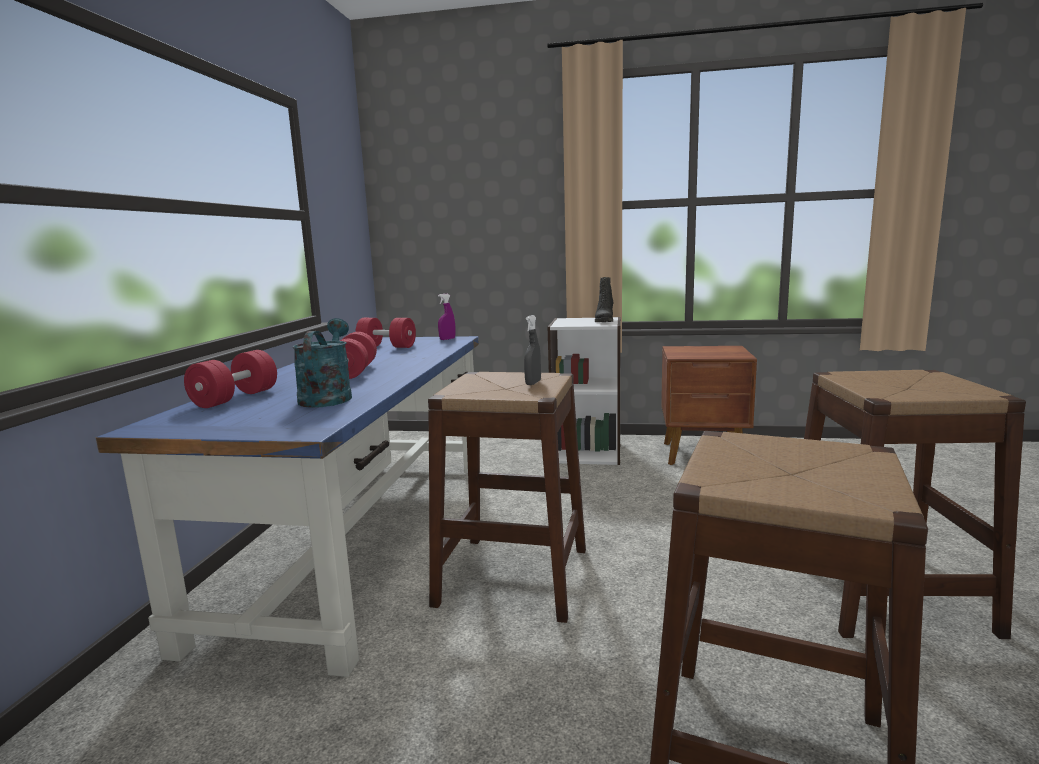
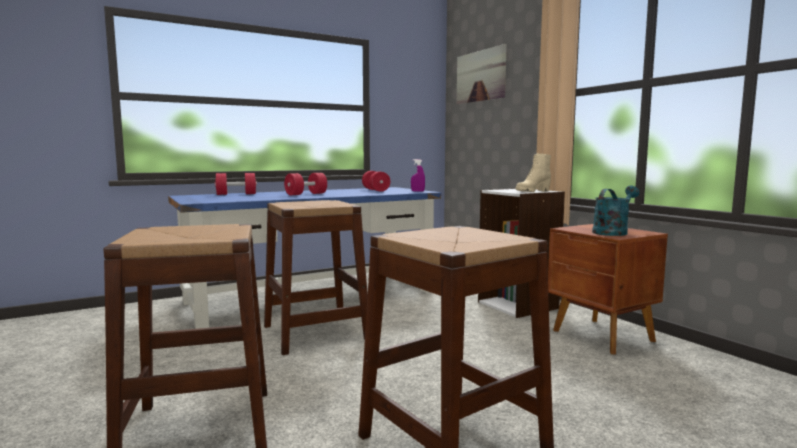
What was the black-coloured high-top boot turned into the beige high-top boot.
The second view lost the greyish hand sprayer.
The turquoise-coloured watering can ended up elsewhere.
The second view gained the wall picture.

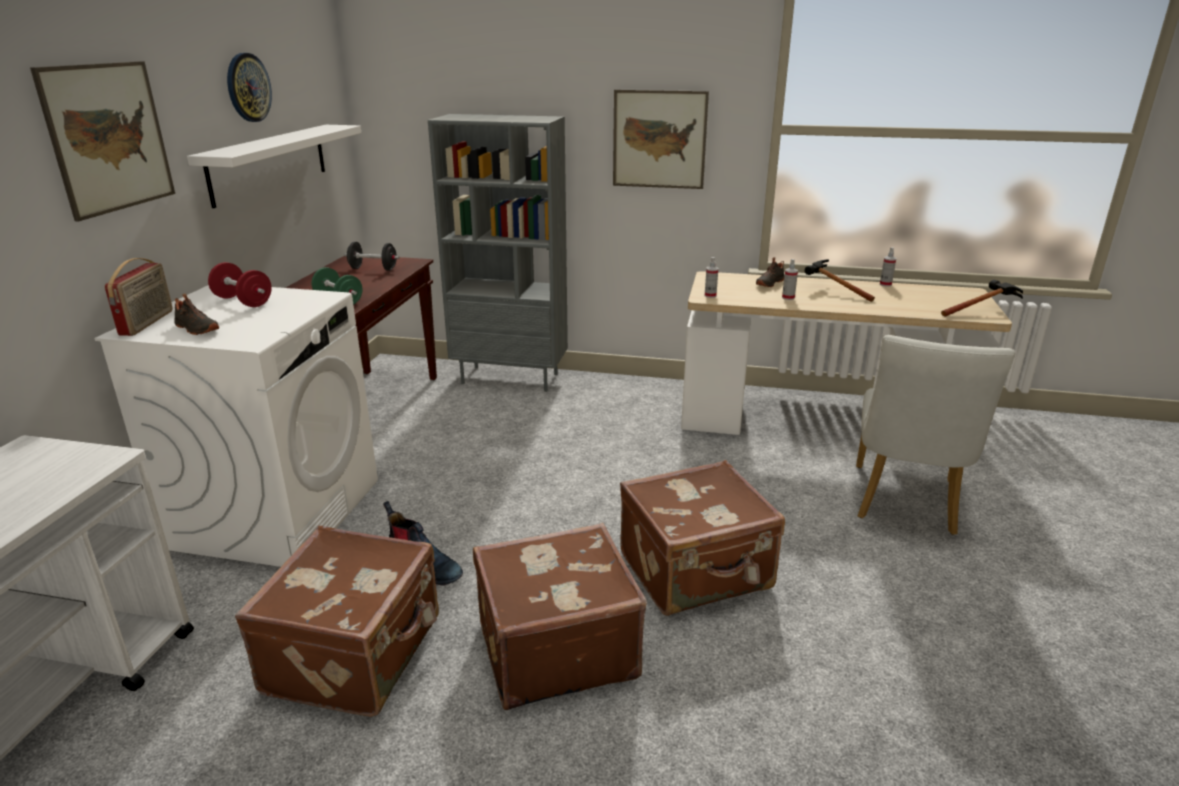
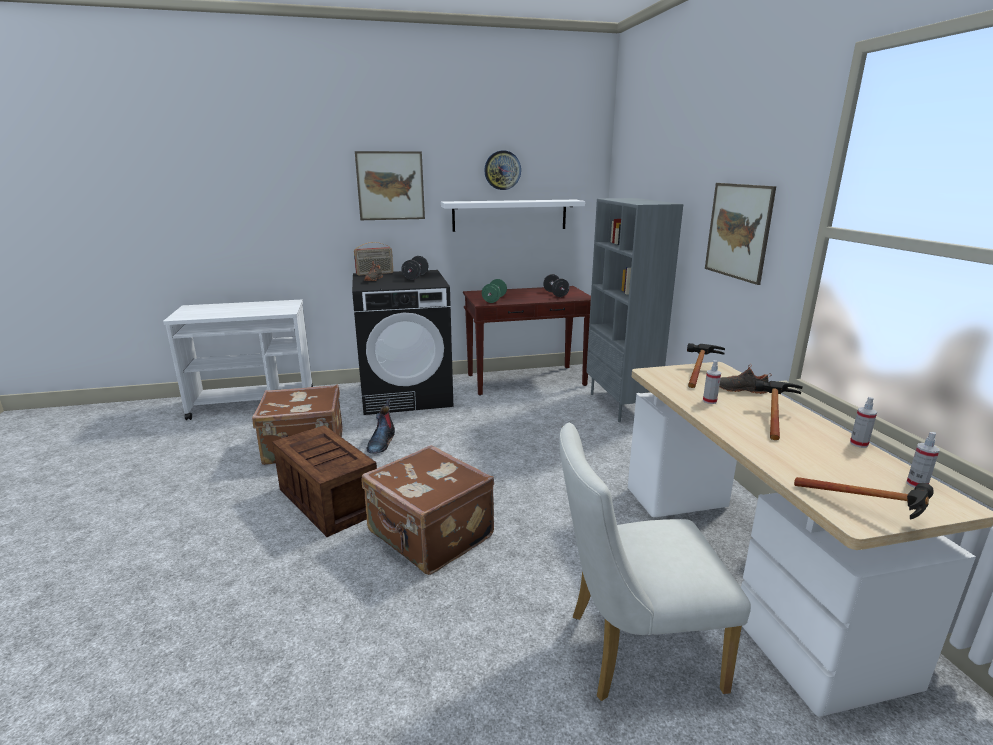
The hand sprayer (1st from left in the first image) ended up elsewhere.
What was the red free weight turned into the black-coloured free weight (1st from left).
What was the whitish washing machine turned into the black-coloured washing machine.
Where the brownish piece of luggage (2nd from left) stood, the shipping crate came to stand.
The second view gained the hand hammer (1st from left).

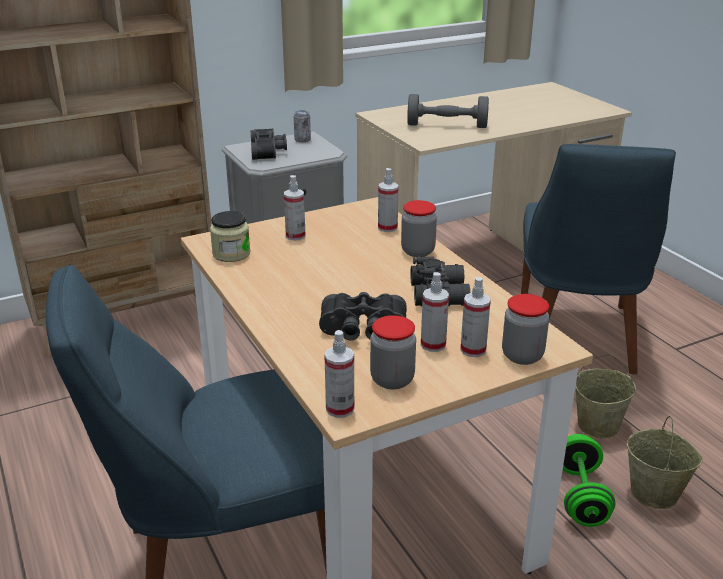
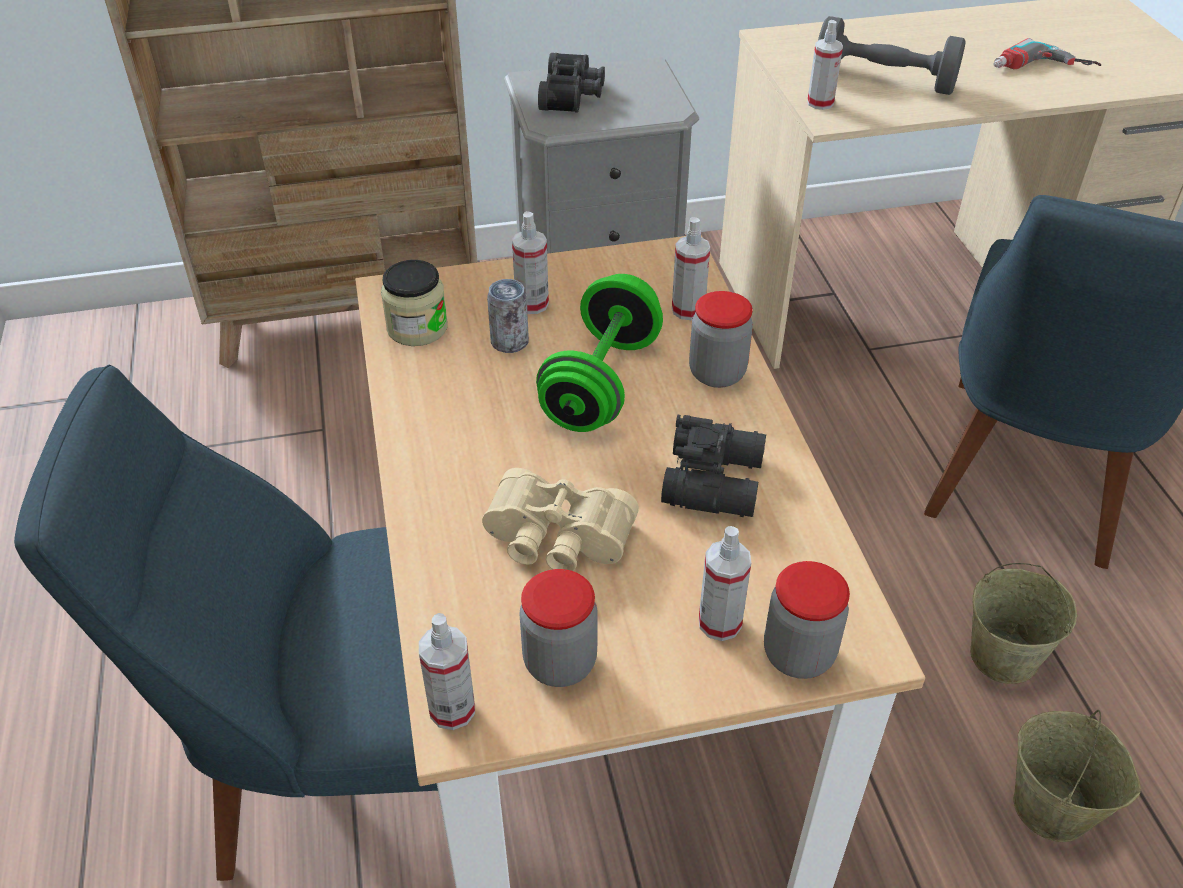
The can ended up elsewhere.
The hand sprayer (4th from left in the first image) ended up elsewhere.
What was the black-coloured binoculars (2nd from left) turned into the beige binoculars.
The greenish free weight ended up elsewhere.
The second view gained the electric drill.

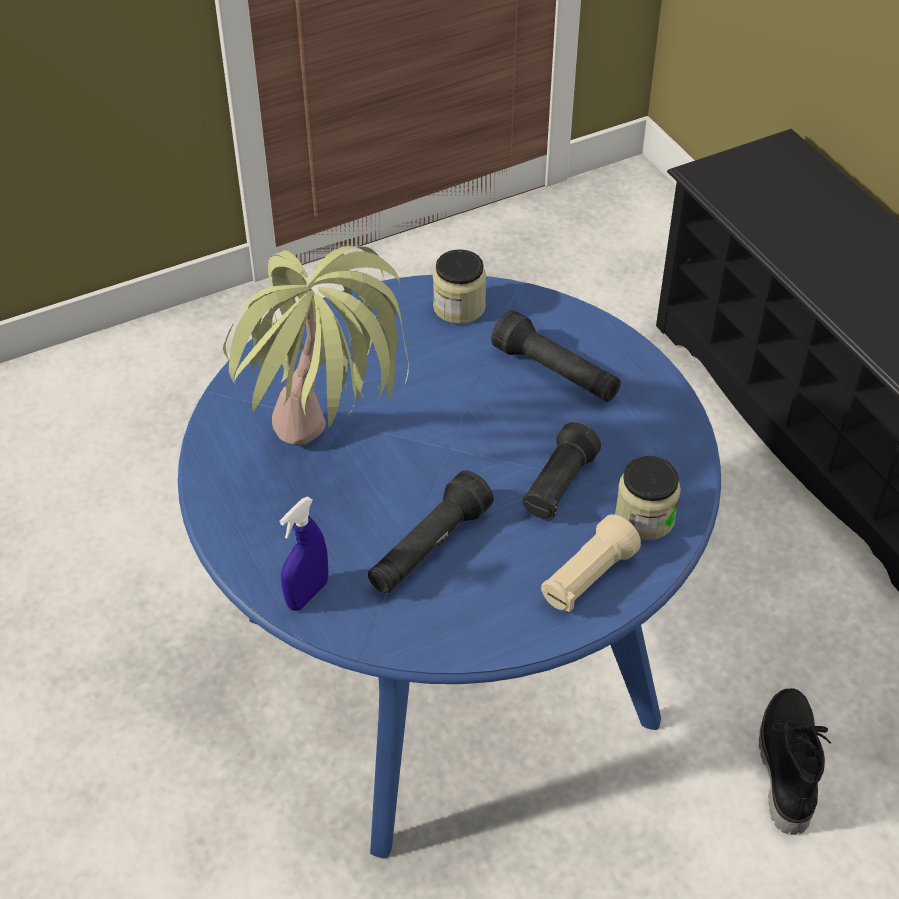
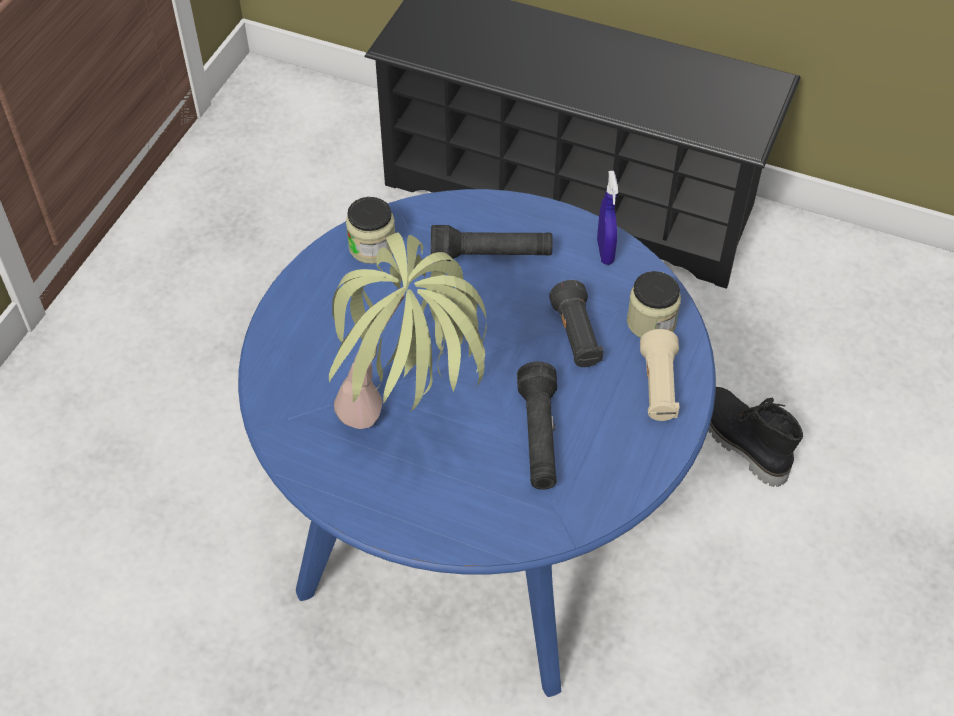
The blue-coloured hand sprayer ended up elsewhere.

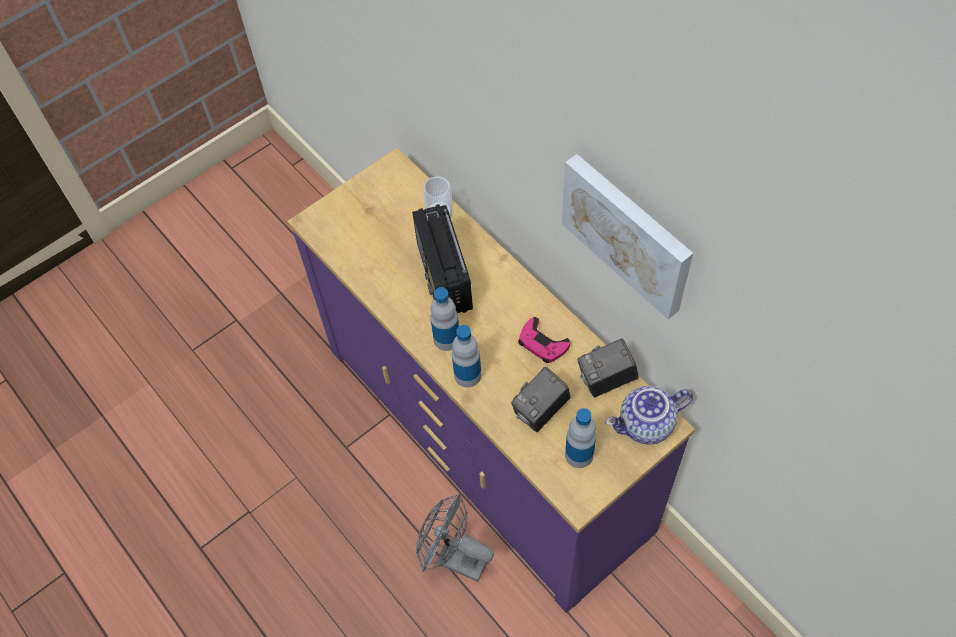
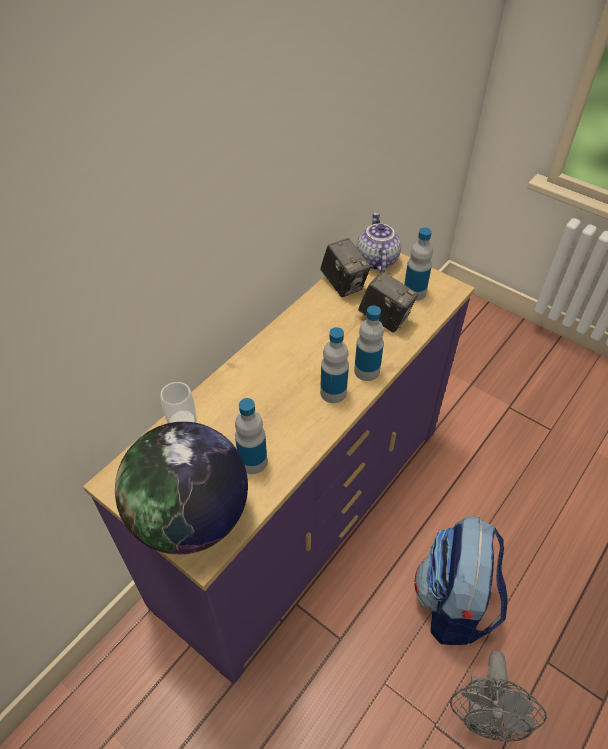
The second view lost the wall picture.
The second view lost the radio.
The second view lost the pinkish game controller.
The teapot ended up facing another way, 150 degrees counterclockwise from before.
The greyish cooling fan ended up elsewhere.
The second view gained the beverage bottle (1st from left).
The second view gained the globe.
The second view gained the rucksack.

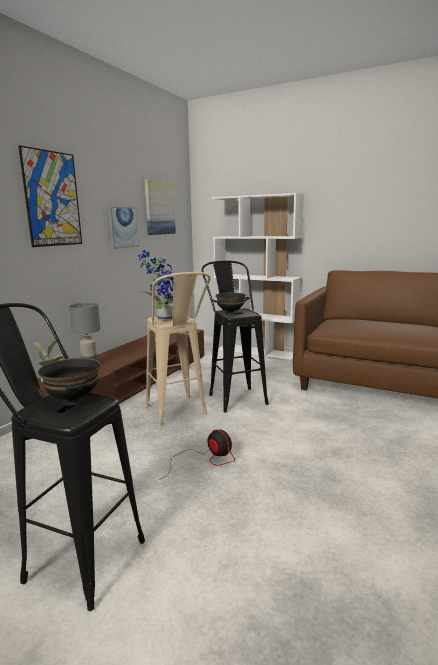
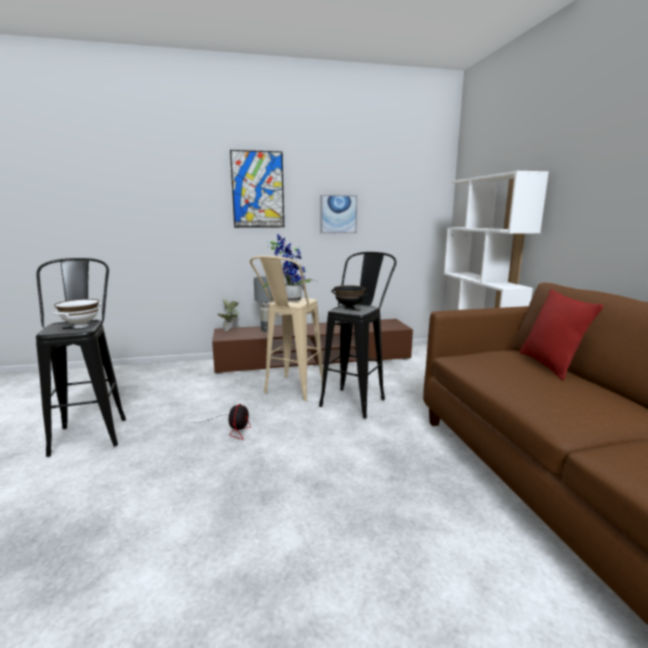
The second view lost the wall picture (3rd from left).
What was the black-coloured serving bowl (1st from left) turned into the whitish serving bowl.
The second view gained the red cushion.

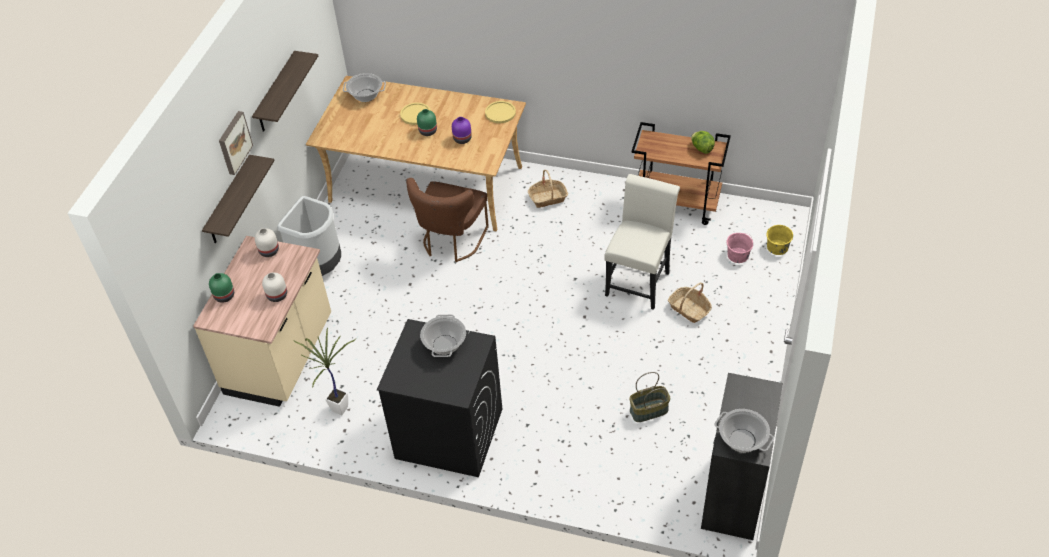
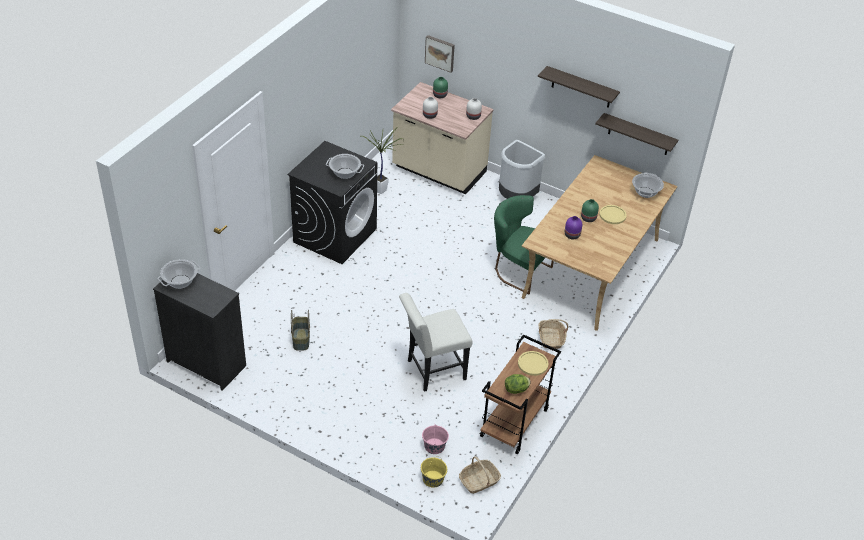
The yellow-coloured plate (2nd from left in the first image) ended up elsewhere.
The wall picture ended up elsewhere.
The shelf (1st from left in the first image) ended up elsewhere.
The whitish plain chair ended up facing another way, 120 degrees clockwise from before.
What was the brownish plain chair turned into the greenish plain chair.
The household basket (3rd from left in the first image) ended up elsewhere.

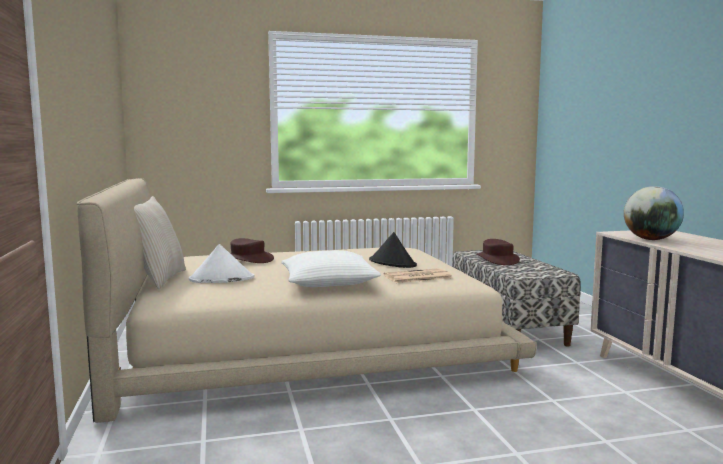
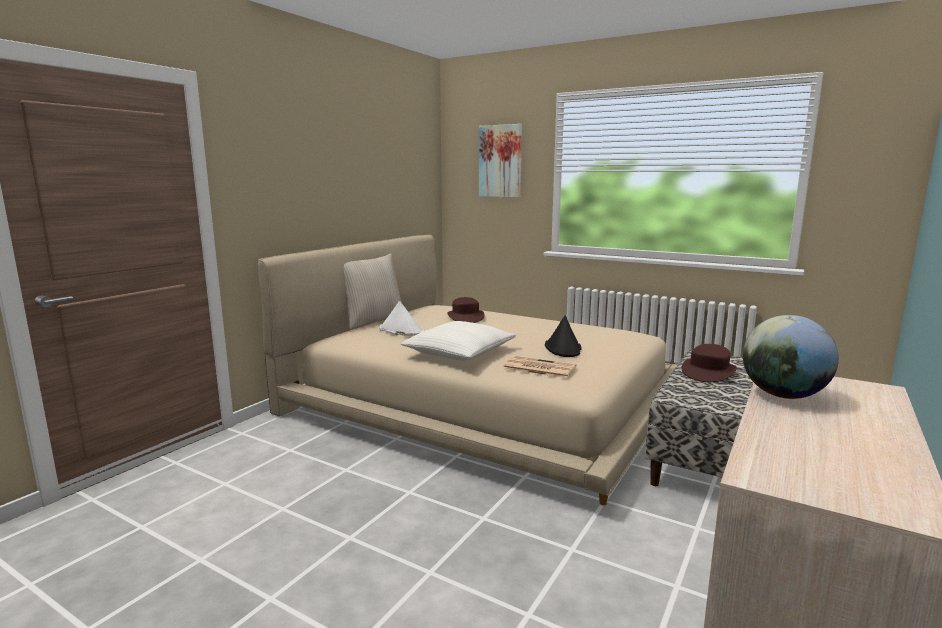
The second view gained the wall picture.

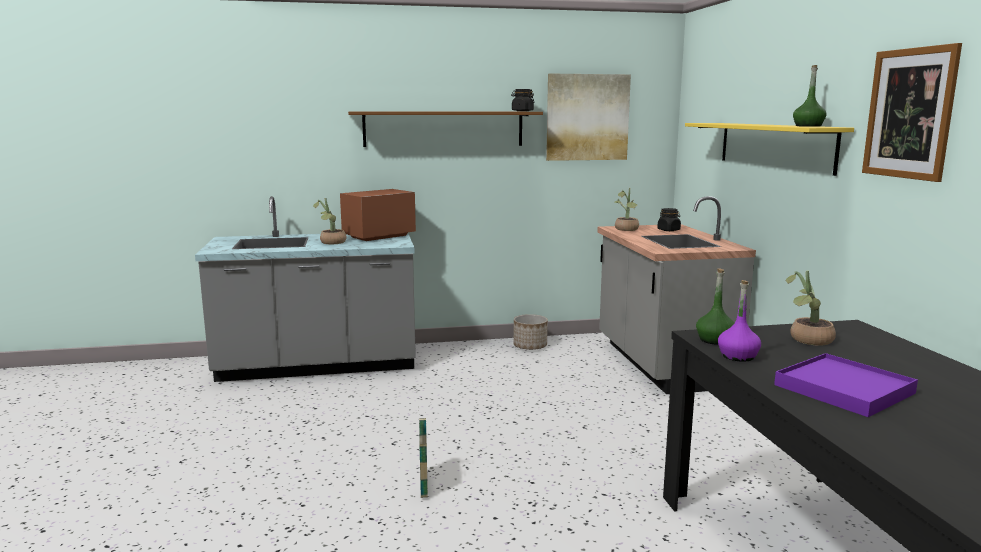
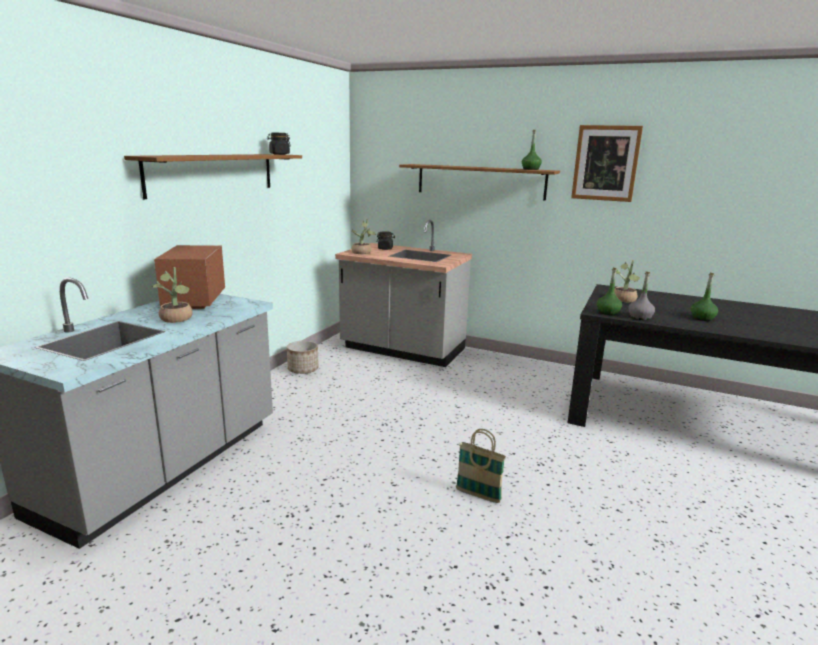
The second view lost the wall picture (1st from left).
What was the yellow-coloured shelf turned into the brownish shelf (2nd from left).
What was the purple-coloured beverage bottle turned into the greyish beverage bottle.
Where the purple-coloured tray stood, the greenish beverage bottle (3rd from left) came to stand.

